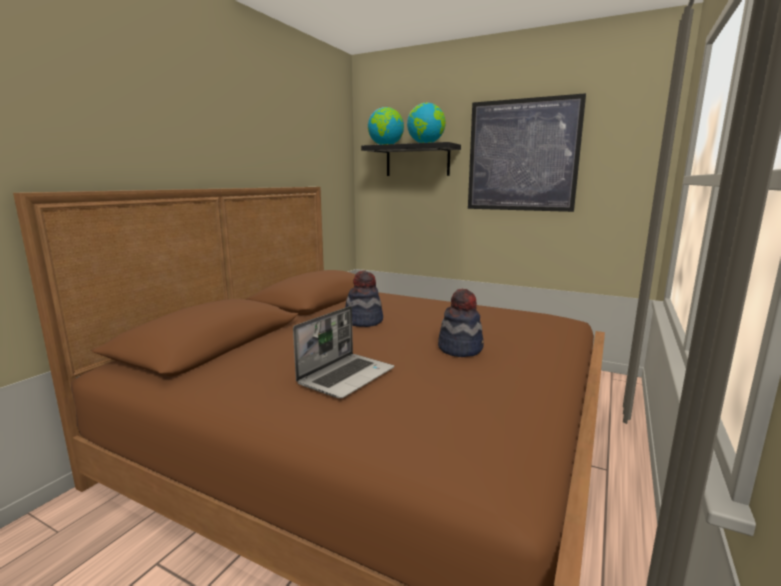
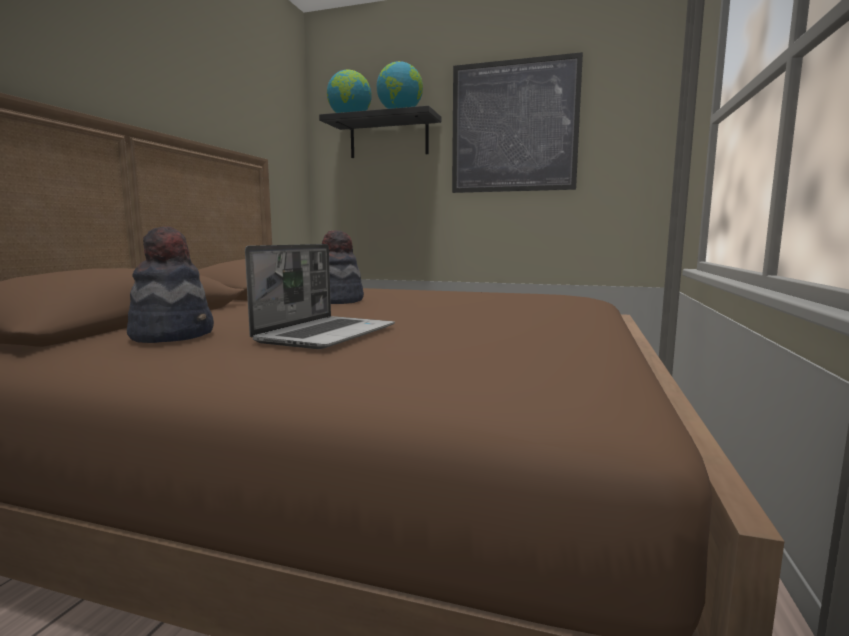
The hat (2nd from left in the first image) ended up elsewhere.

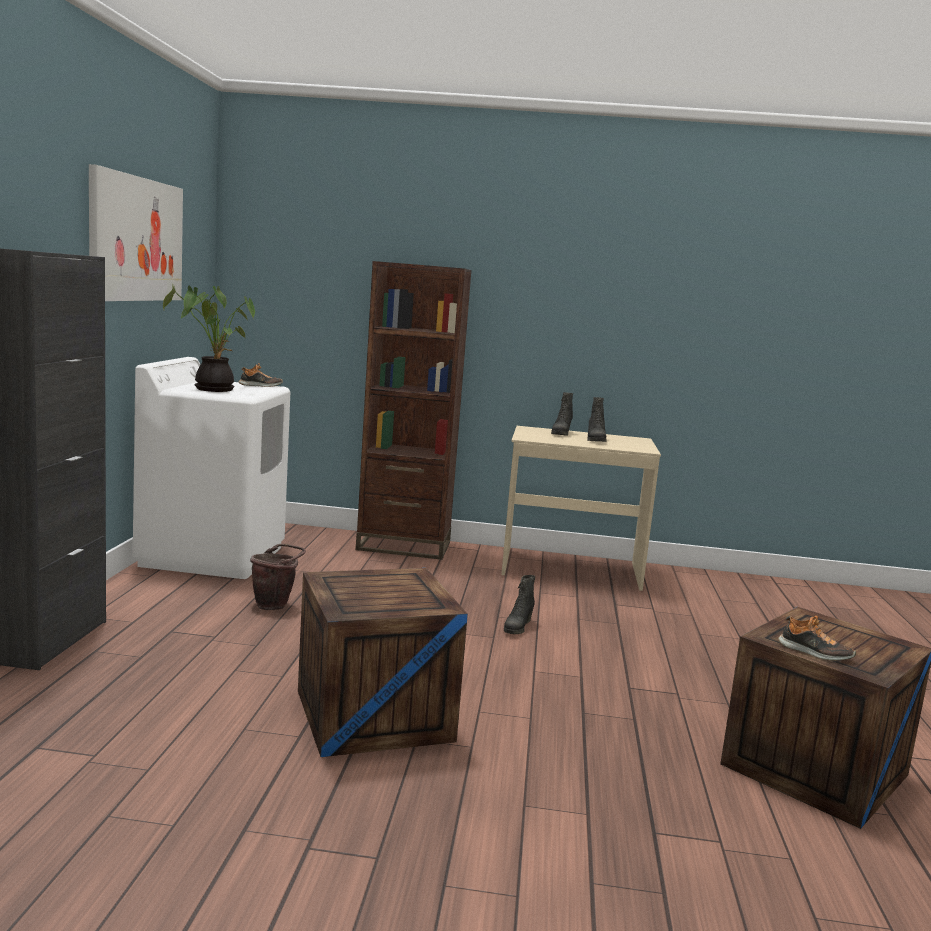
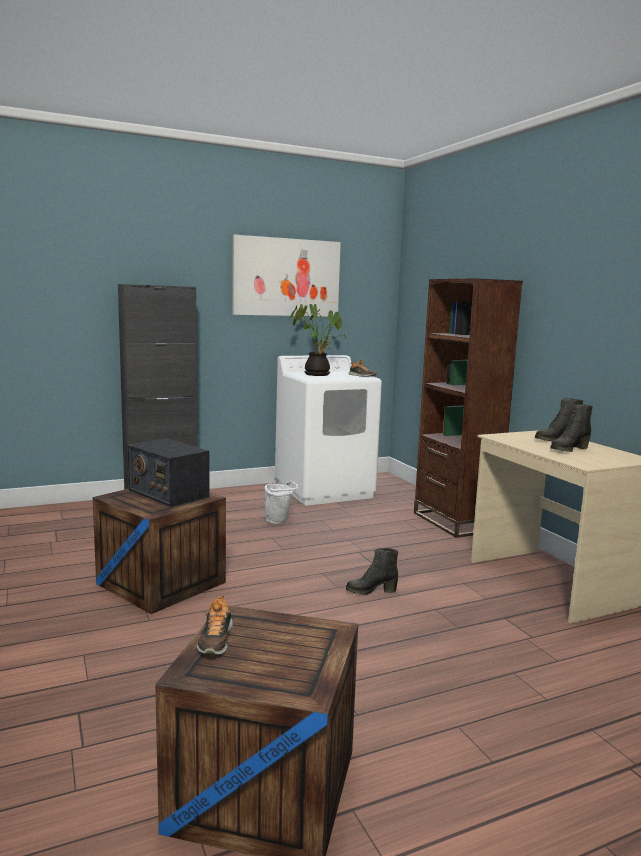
What was the brownish water bucket turned into the whitish water bucket.
The second view gained the radio.

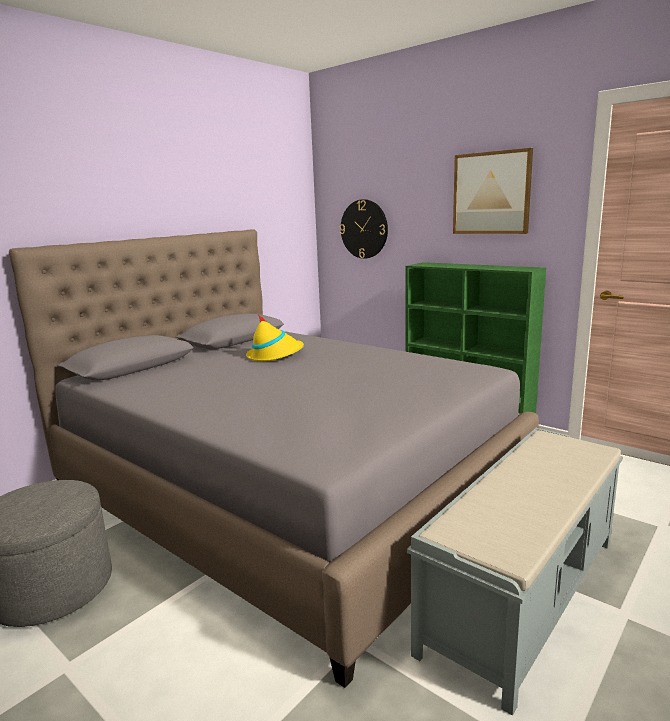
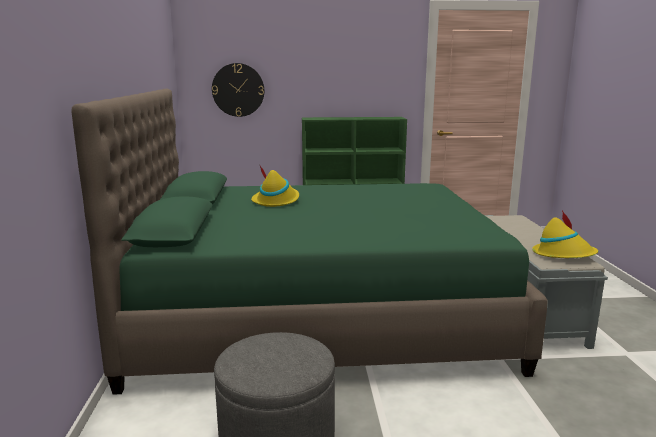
The second view lost the wall picture.
What was the greyish bedroom bed turned into the greenish bedroom bed.
The second view gained the yellow-coloured hat (2nd from left).

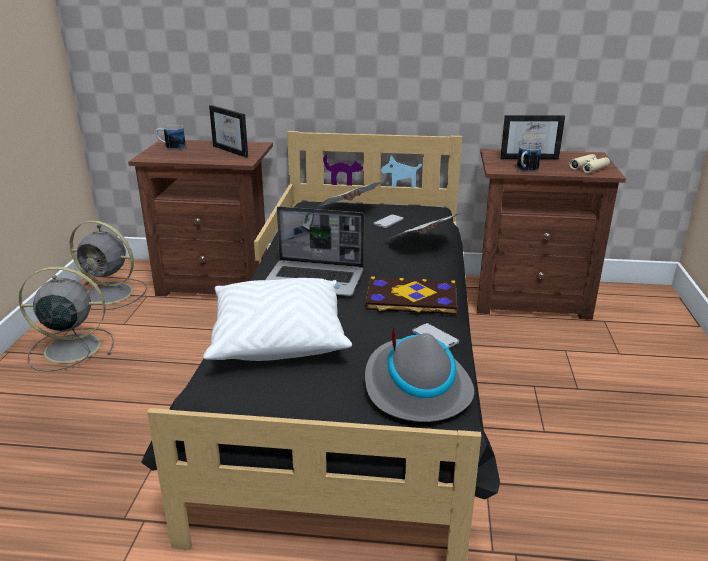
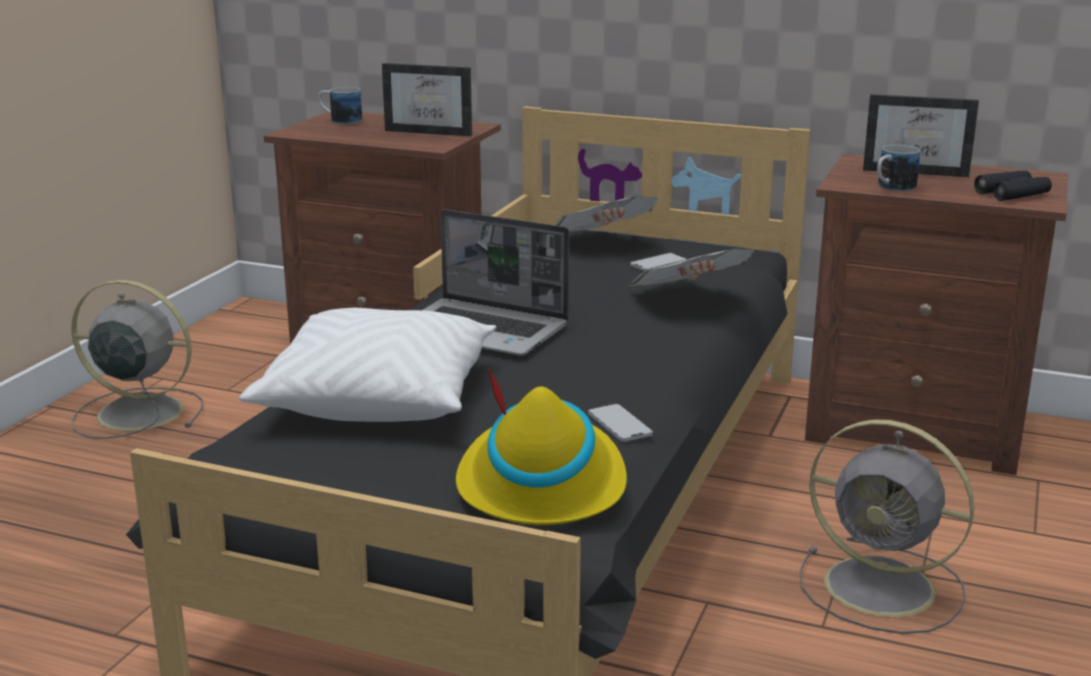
The standing frame (1st from left) ended up facing another way, 45 degrees counterclockwise from before.
What was the beige binoculars turned into the black-coloured binoculars.
The greyish cooling fan (2nd from left) ended up elsewhere.
The second view lost the volume.
What was the greyish hat turned into the yellow-coloured hat.

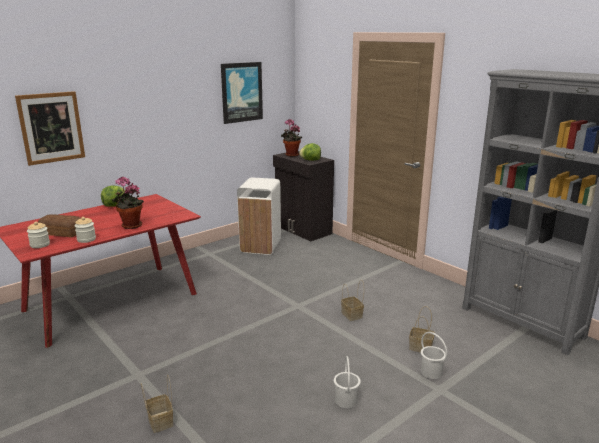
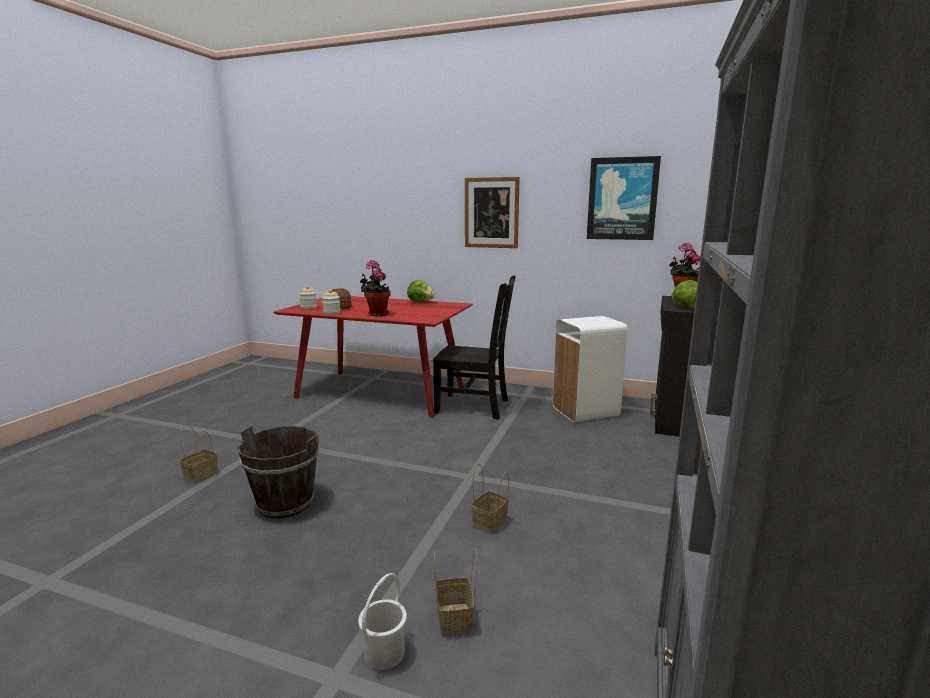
The wall picture (1st from left) ended up elsewhere.
The second view lost the whitish water bucket (1st from left).
The second view gained the black-coloured plain chair.
The second view gained the brownish water bucket.

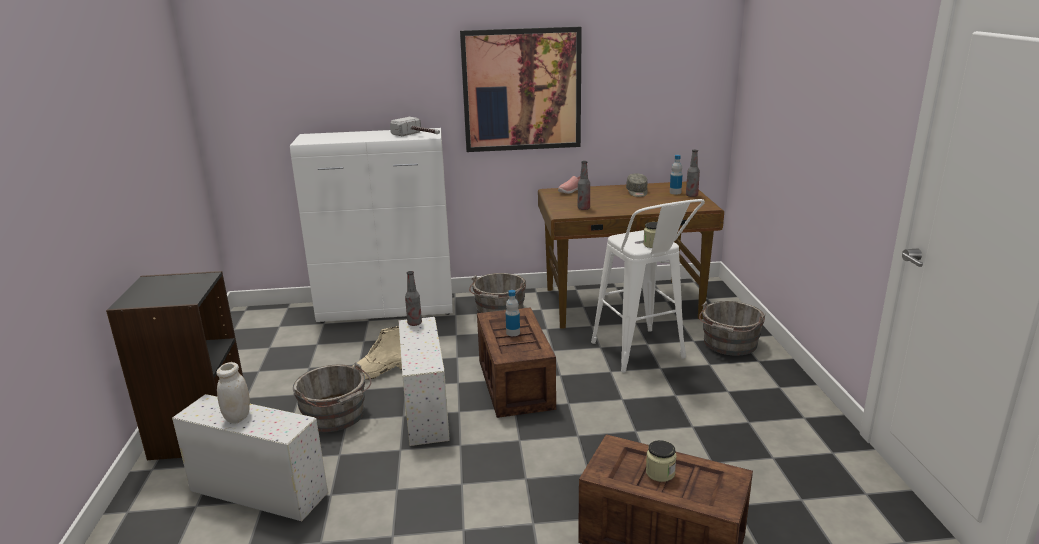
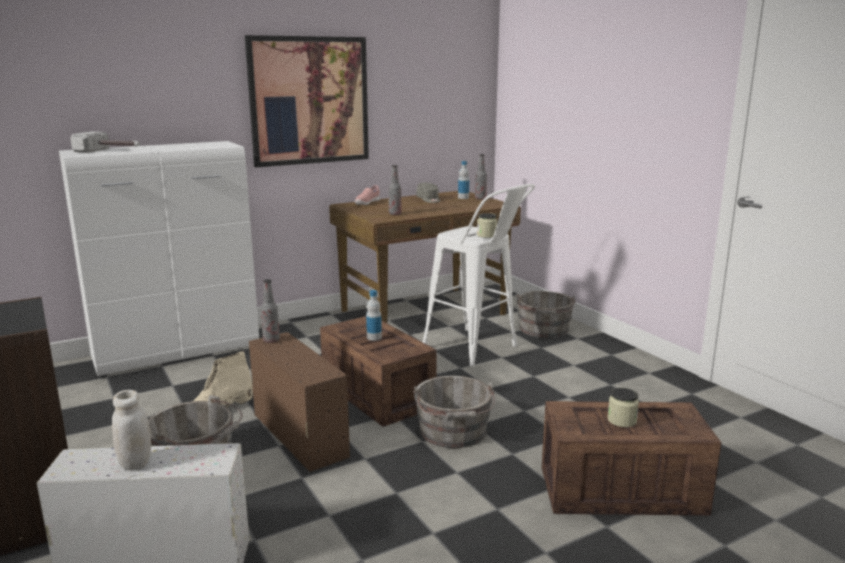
The hand hammer ended up elsewhere.
The greyish water bucket (2nd from left) ended up elsewhere.
What was the whitish storage box (2nd from left) turned into the brownish storage box.

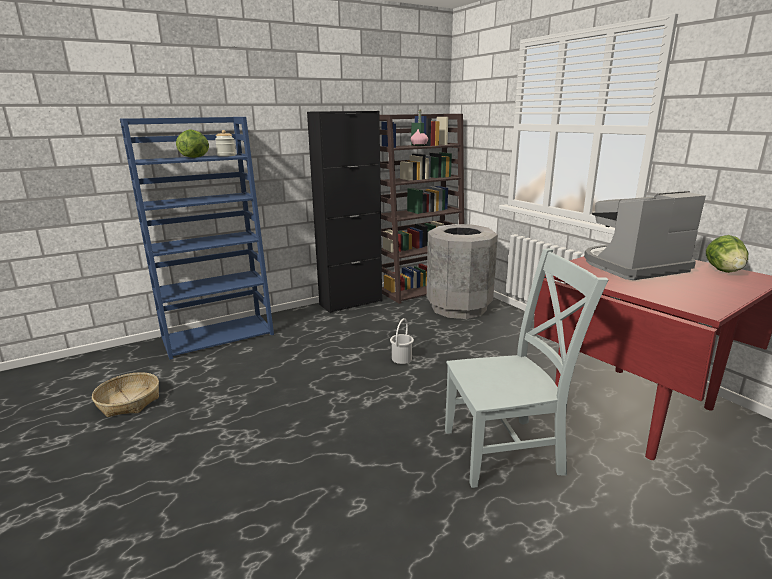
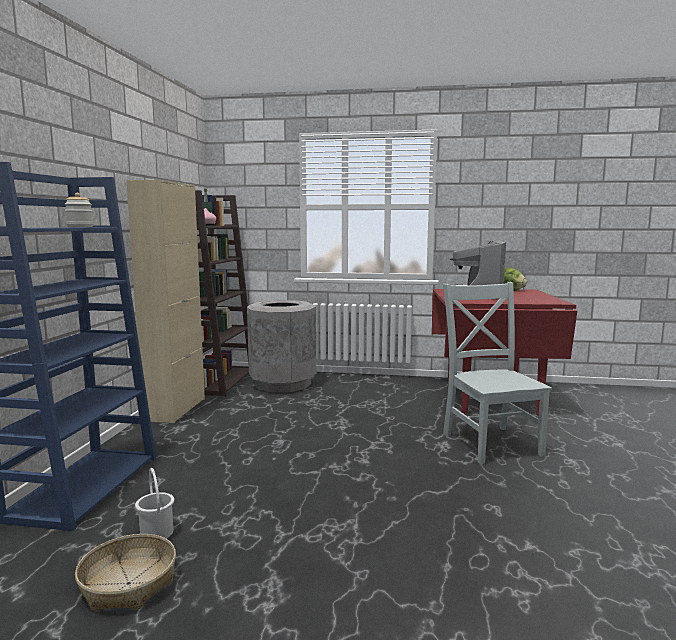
What was the black-coloured cabinet turned into the beige cabinet.
The second view lost the lettuce (1st from left).
The greyish plain chair ended up facing another way, 45 degrees counterclockwise from before.
The whitish water bucket ended up elsewhere.

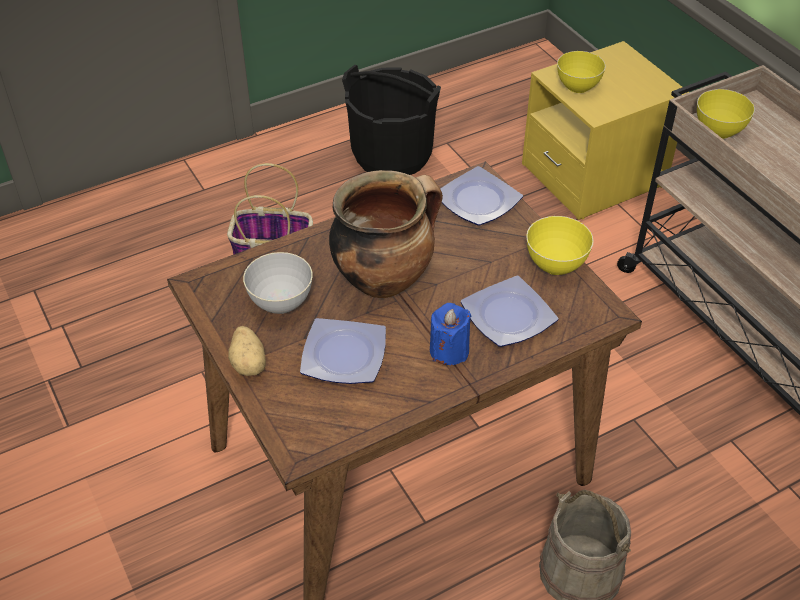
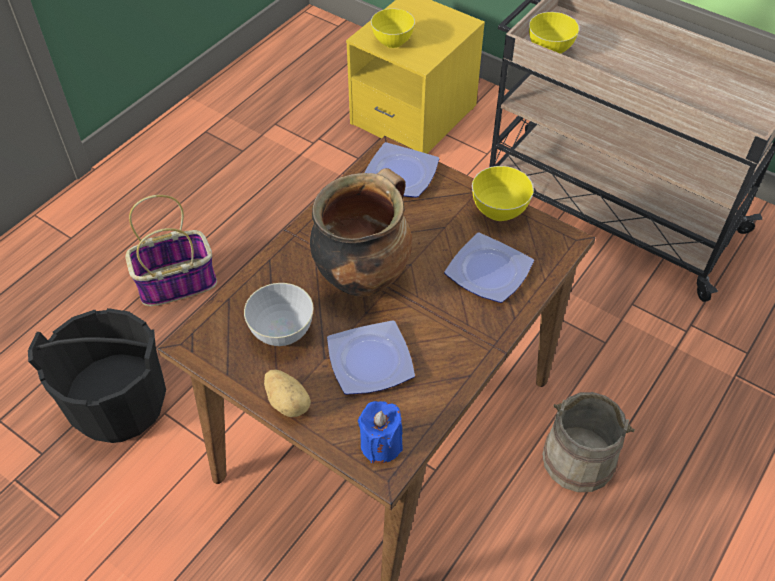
The black-coloured water bucket ended up elsewhere.
The blue-coloured wax light ended up elsewhere.

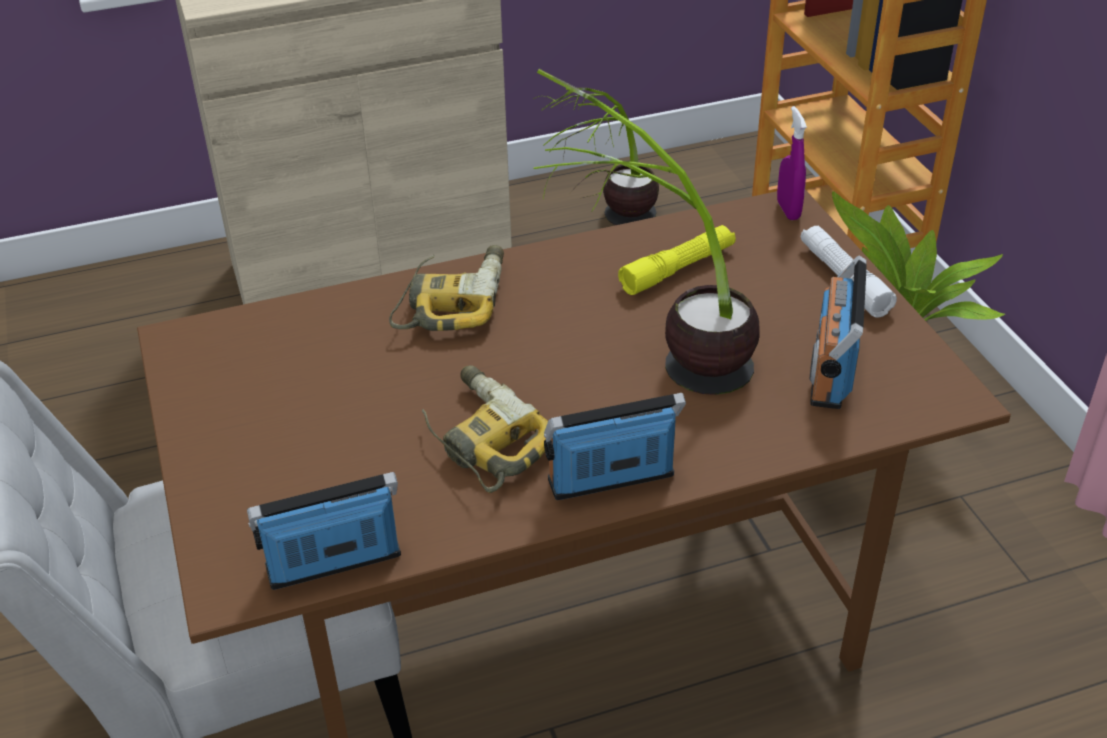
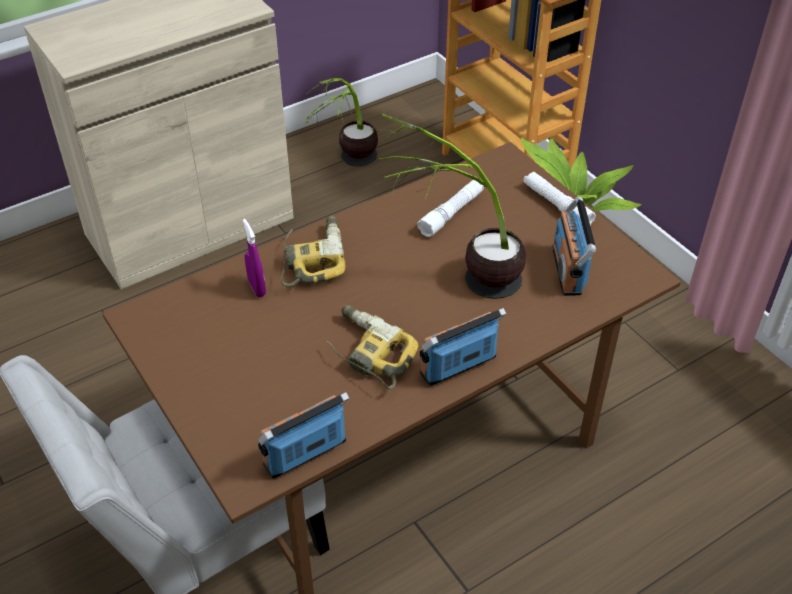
The purple-coloured hand sprayer ended up elsewhere.
What was the yellow-coloured torch turned into the whitish torch (1st from left).

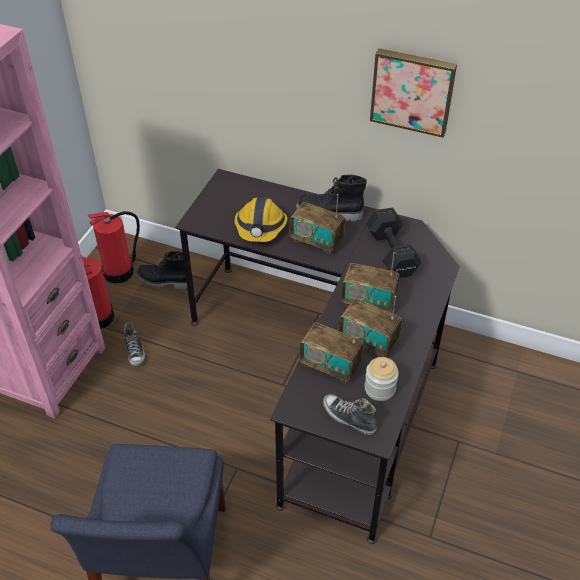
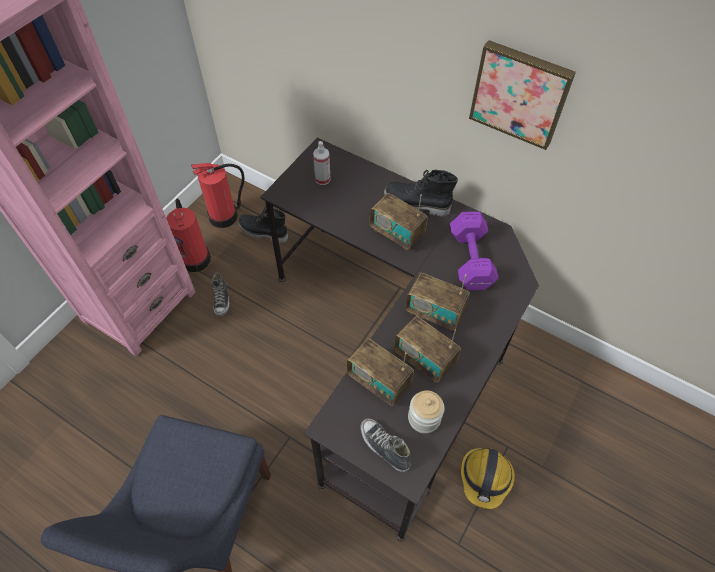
The work helmet ended up elsewhere.
What was the black-coloured free weight turned into the purple-coloured free weight.
The second view gained the hand sprayer.

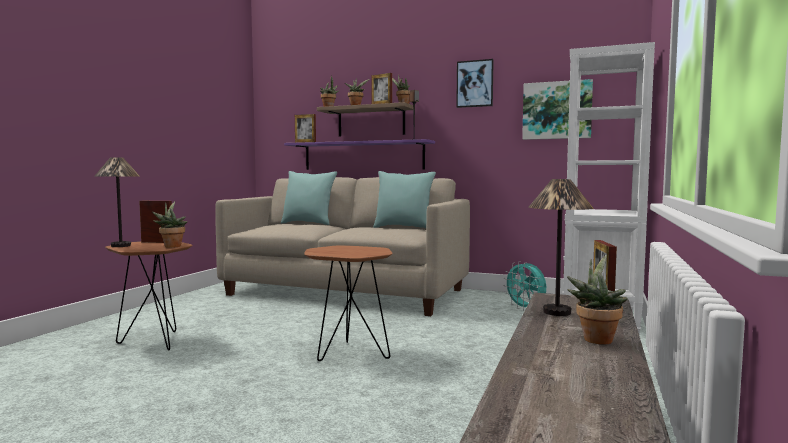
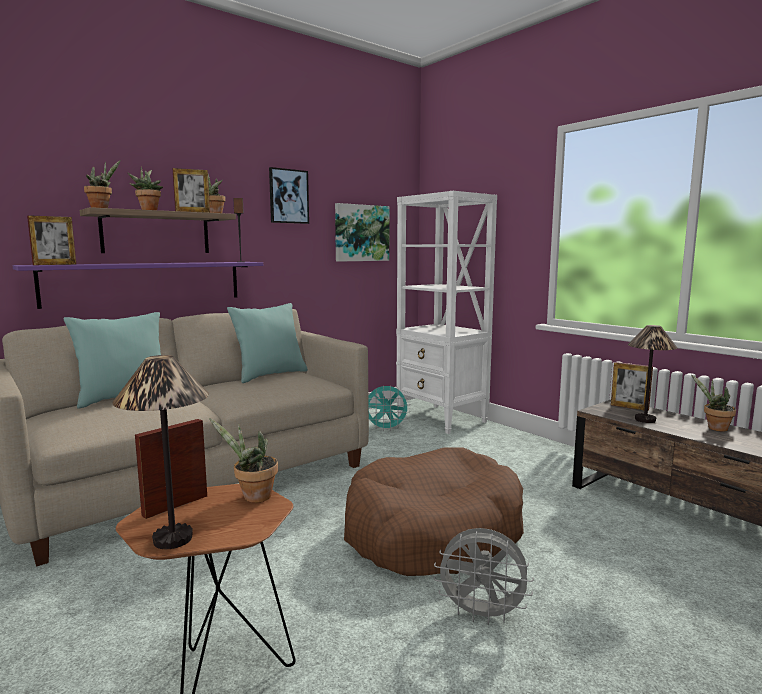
Where the brownish accent table (2nd from left) stood, the brownish dog cushion came to stand.
The second view gained the greyish cooling fan.

